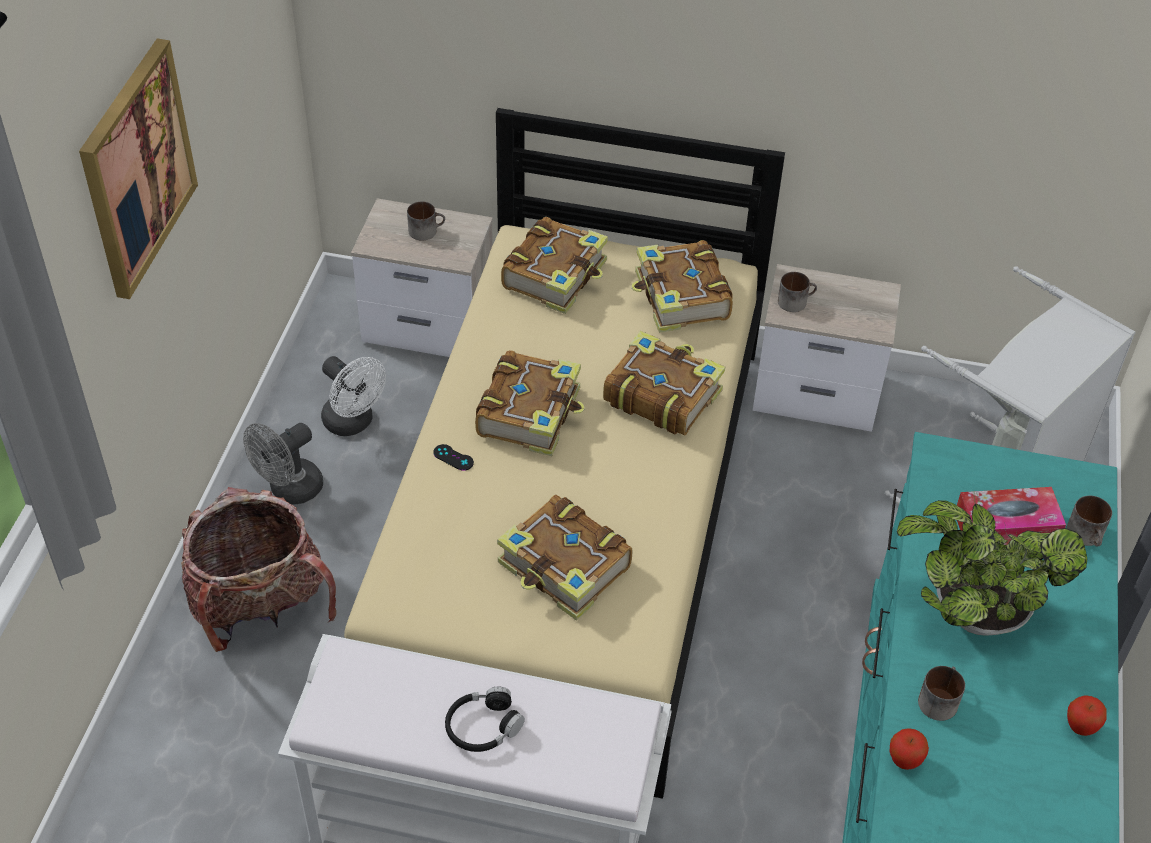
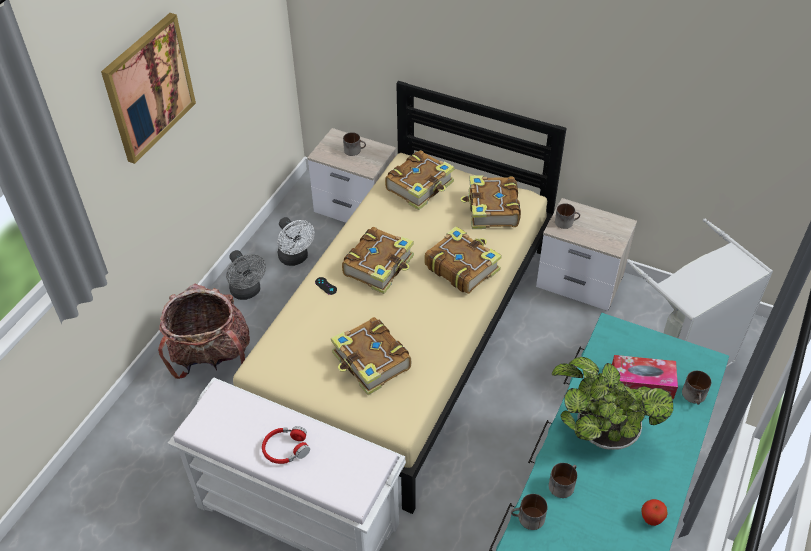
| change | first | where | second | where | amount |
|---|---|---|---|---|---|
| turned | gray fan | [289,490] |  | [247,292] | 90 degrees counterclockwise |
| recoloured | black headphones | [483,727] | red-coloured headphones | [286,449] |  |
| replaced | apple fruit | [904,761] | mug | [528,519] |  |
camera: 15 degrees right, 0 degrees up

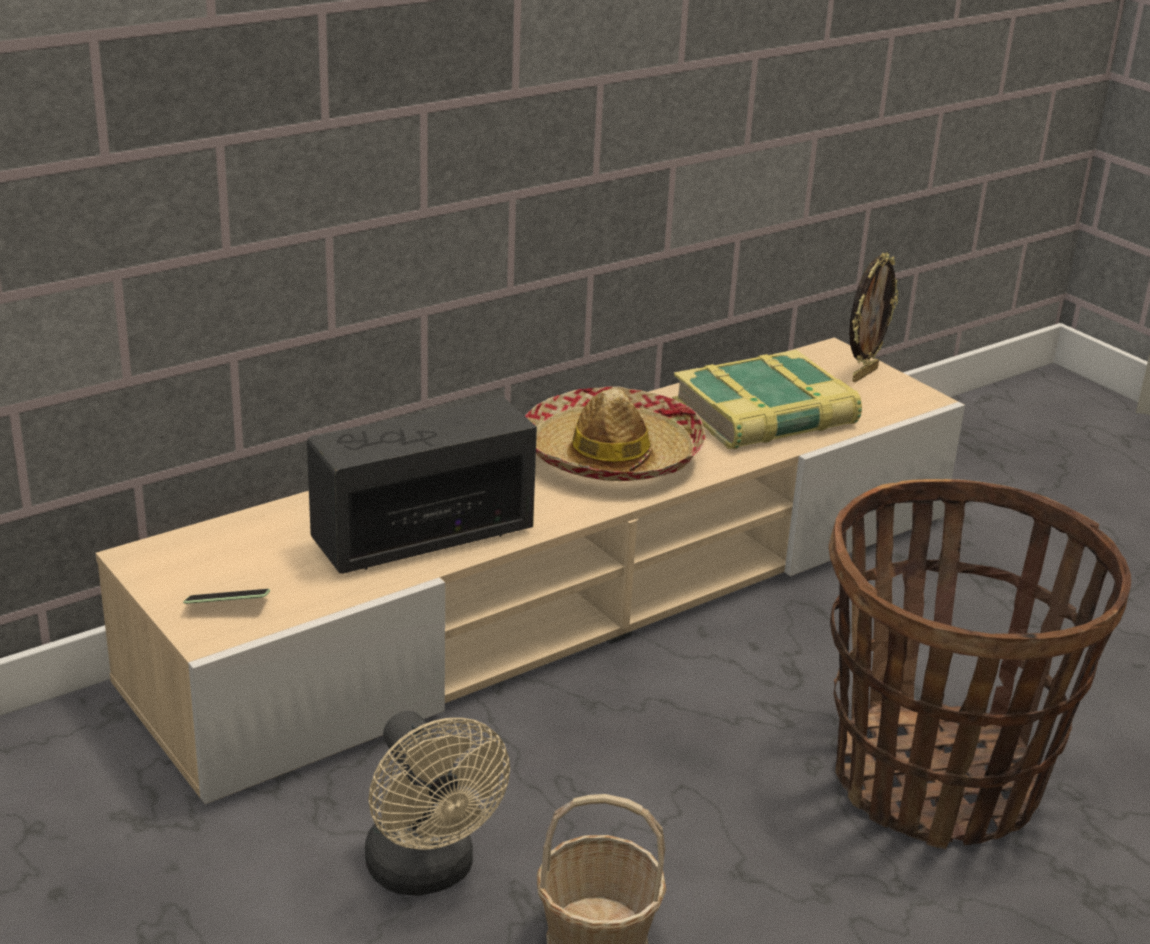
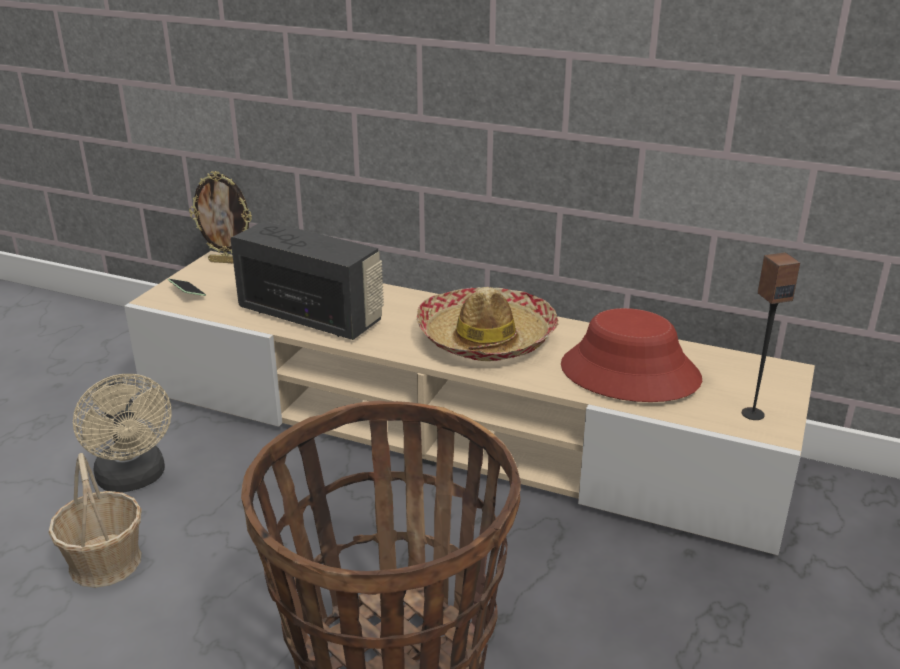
| change | first | where | second | where | amount |
|---|---|---|---|---|---|
| turned | beige fan | [427,872] |  | [134,479] | 60 degrees counterclockwise |
| replaced | volume | [765,415] | red-coloured wearable hat | [629,373] |  |
| moved | picture frame | [863,374] |  | [227,261] |  |
| added |  |  | speaker | [752,413] |  |
camera: 60 degrees right, 0 degrees up

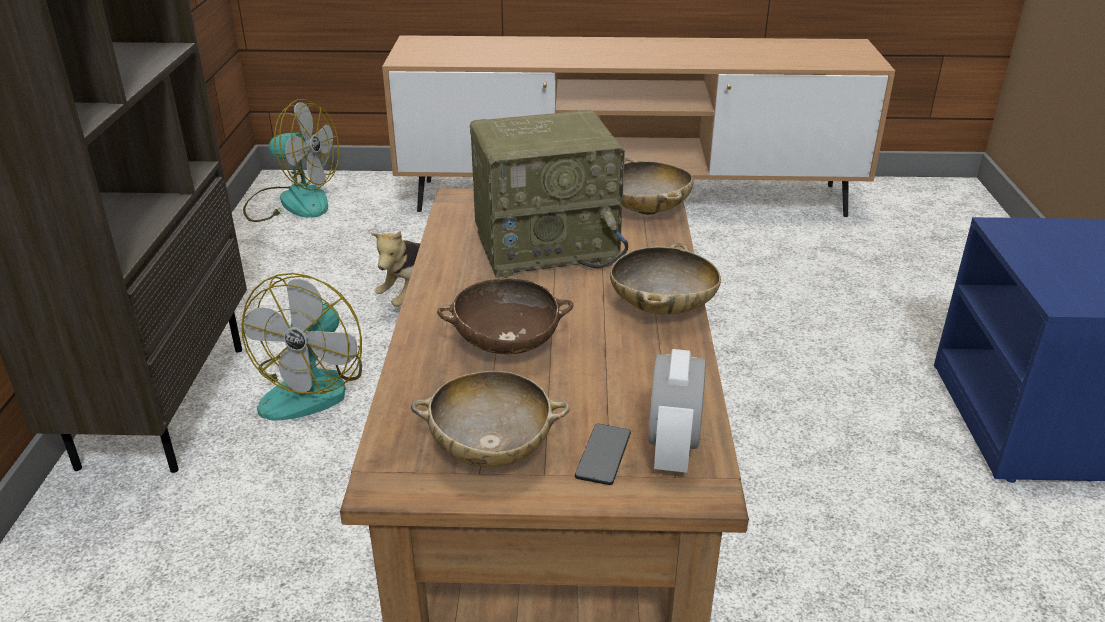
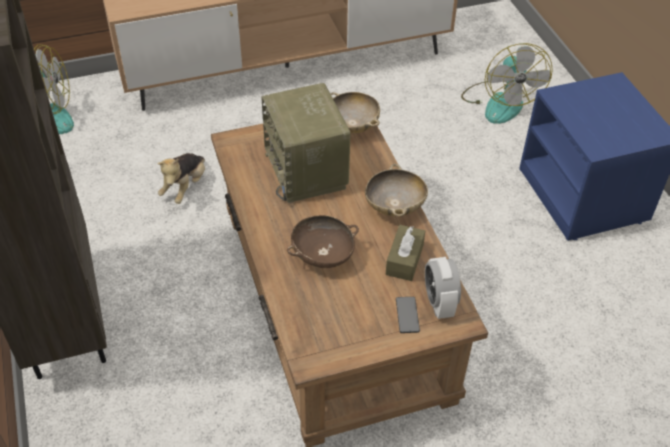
| change | first | where | second | where | amount |
|---|---|---|---|---|---|
| moved | fan | [313,386] |  | [500,102] |  |
| removed | beige deep dish | [491,448] |  |  |  |
| turned | radio set | [547,245] |  | [307,171] | 105 degrees clockwise |
| added |  |  | brown tissue holder | [404,259] |  |
camera: 20 degrees left, 15 degrees up

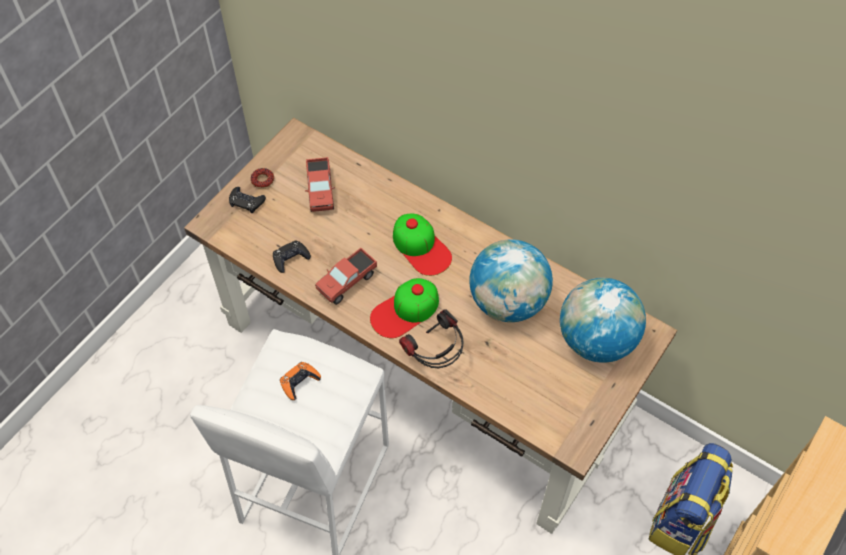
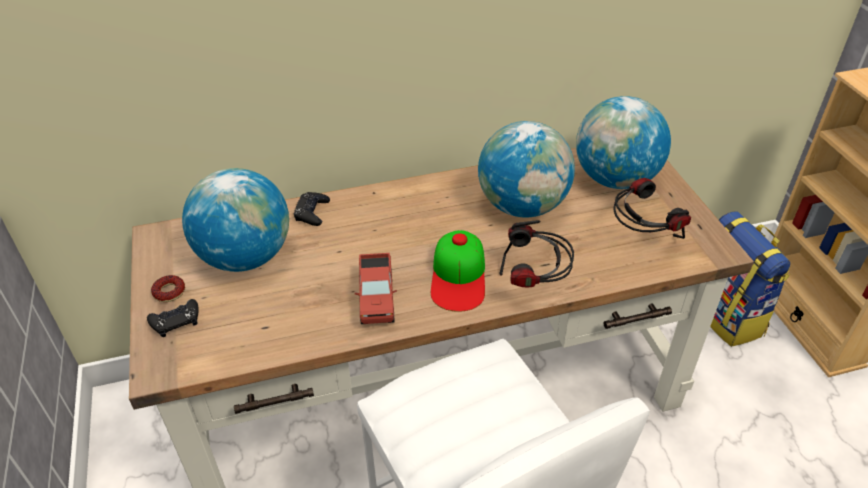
| change | first | where | second | where | amount |
|---|---|---|---|---|---|
| moved | black gamepad | [290,258] |  | [312,212] |  |
| removed | orange gamepad | [299,382] |  |  |  |
| replaced | model truck | [320,191] | globe | [245,257] |  |
| removed | baseball cap | [421,247] |  |  |  |
| added |  |  | headphones | [641,237] |  |
camera: 50 degrees left, 15 degrees down

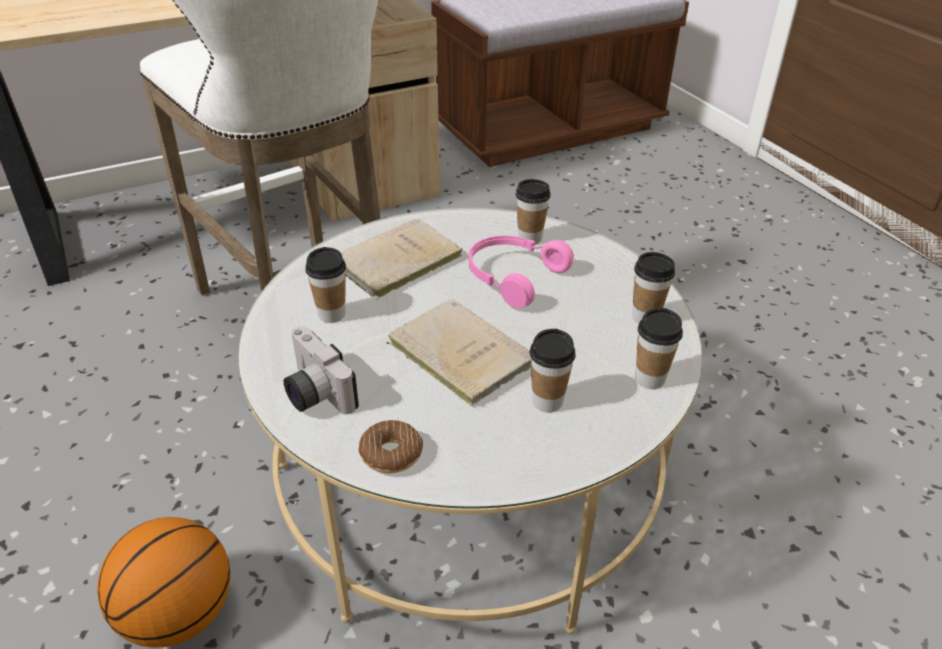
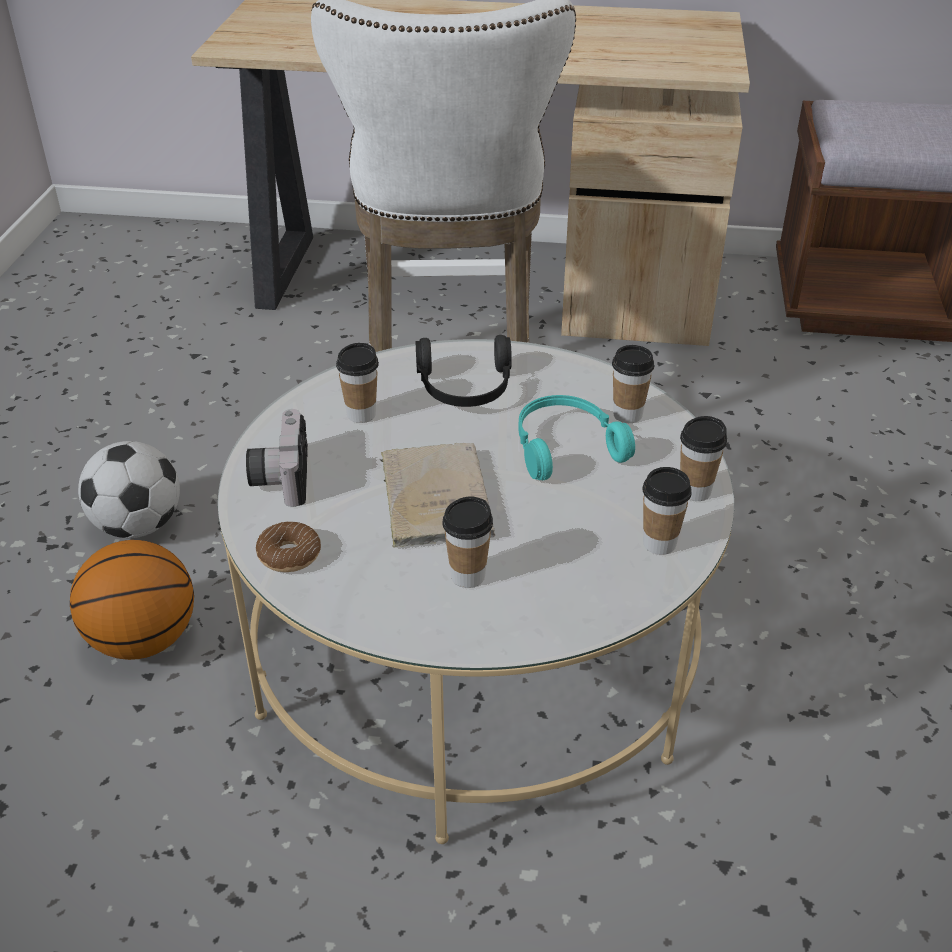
| change | first | where | second | where | amount |
|---|---|---|---|---|---|
| replaced | beige volume | [394,262] | black headphones | [465,388] |  |
| recoloured | pink-coloured headphones | [512,277] | blue-green headphones | [565,447] |  |
| moved | drinking cup | [650,378] |  | [695,491] |  |
| added |  |  | football ball | [138,525] |  |
camera: 35 degrees right, 0 degrees up

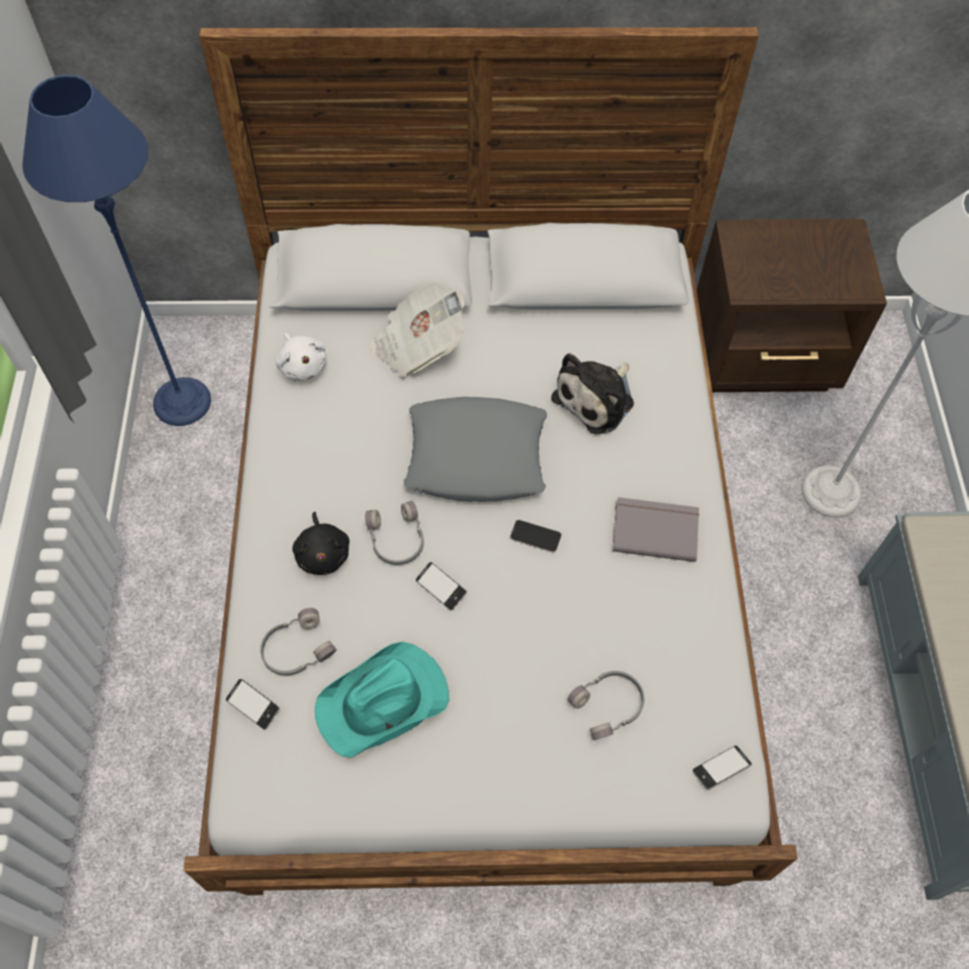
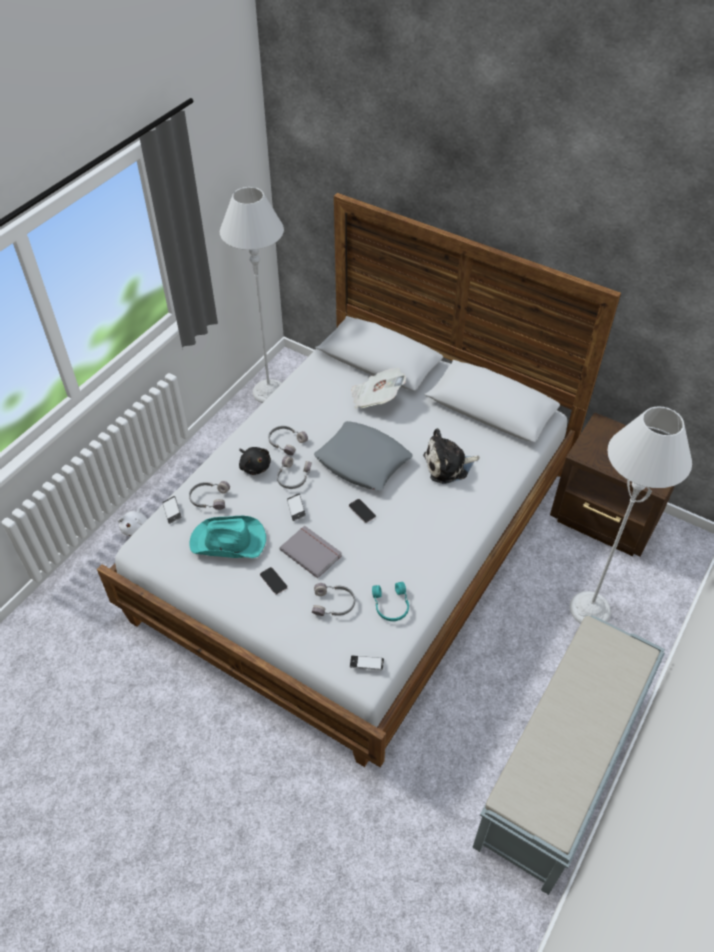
| change | first | where | second | where | amount |
|---|---|---|---|---|---|
| recoloured | blue-coloured standard lamp | [182,402] | gray standard lamp | [269,392] |  |
| moved | white-coloured plush toy | [302,365] |  | [136,528] |  |
| turned | black plush toy | [323,553] |  | [254,466] | 60 degrees counterclockwise |
| moved | gray volume | [654,529] |  | [311,551] |  |
| added |  |  | phone | [273,581] |  |
| added |  |  | gray headphones | [286,442] |  |
| added |  |  | blue-green headphones | [390,605] |  |
camera: 35 degrees right, 10 degrees down

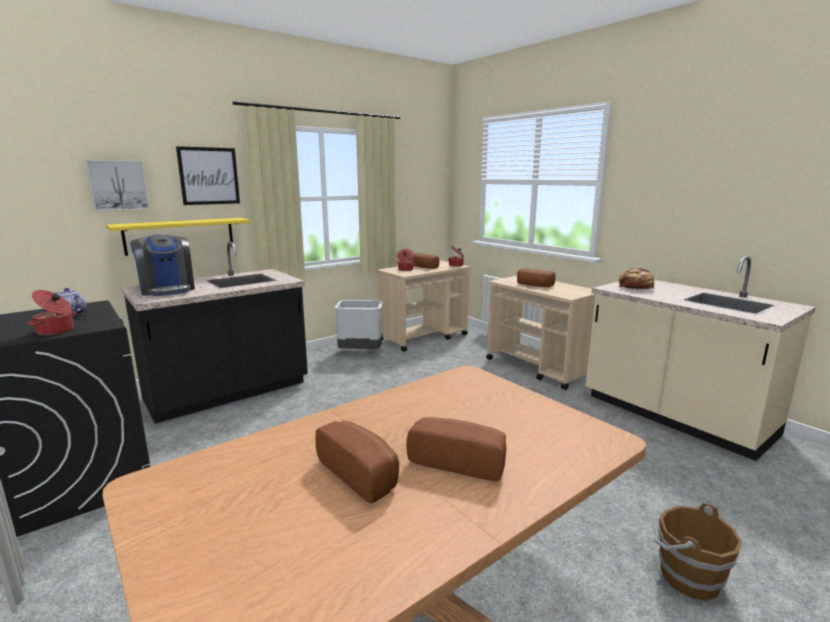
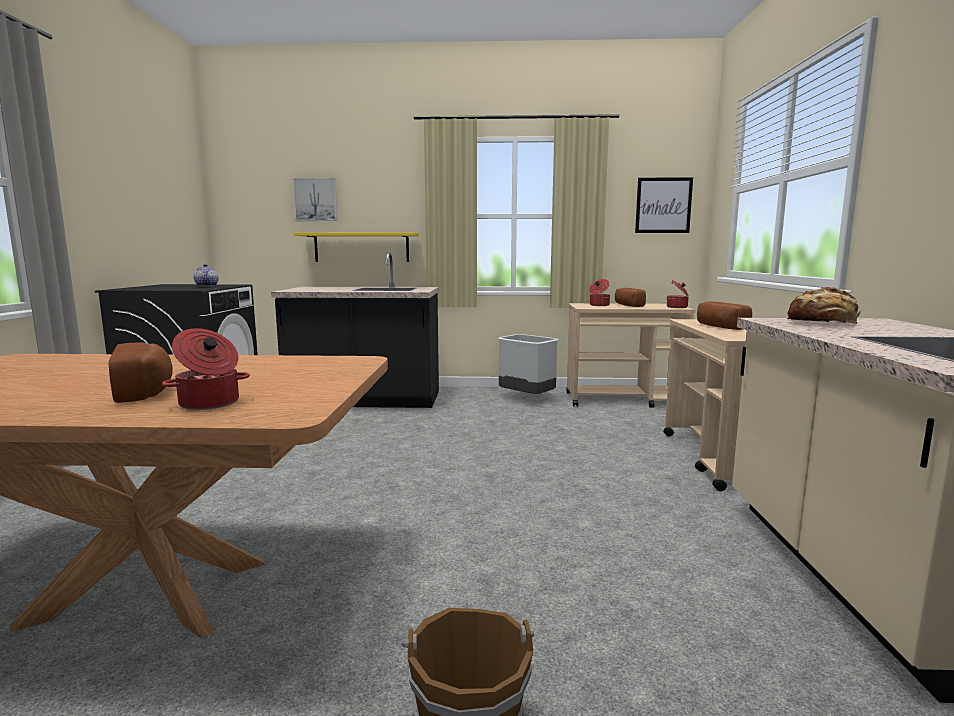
| change | first | where | second | where | amount |
|---|---|---|---|---|---|
| moved | saucepot | [56,331] |  | [209,404] |  |
| removed | coffee maker | [167,289] |  |  |  |
| moved | wall picture | [209,176] |  | [663,205] |  |
| removed | bread | [361,473] |  |  |  |
camera: 40 degrees right, 5 degrees down

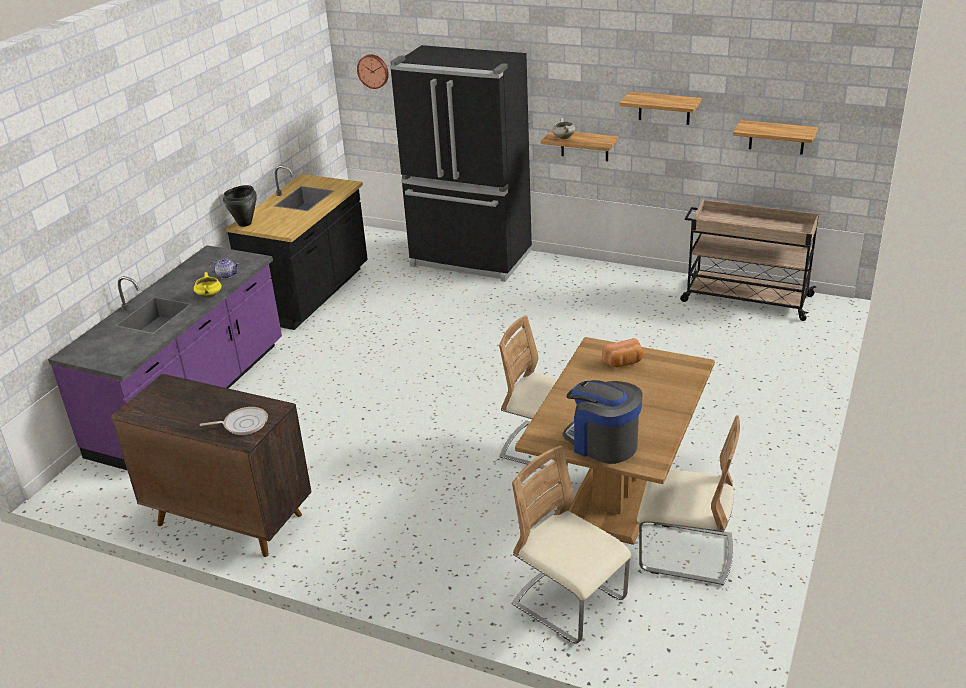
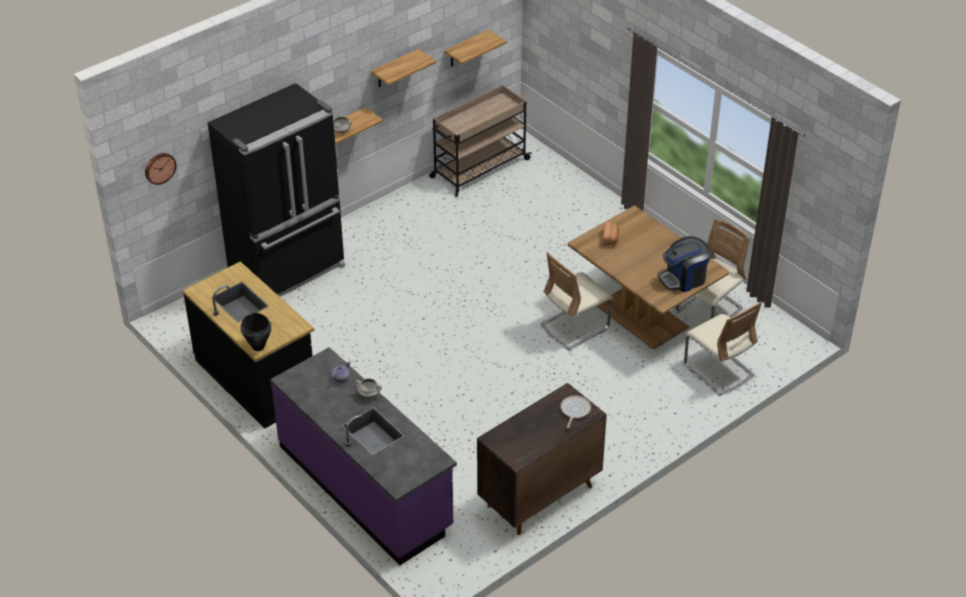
| change | first | where | second | where | amount |
|---|---|---|---|---|---|
| recoloured | yellow-coloured saucepot | [209,296] | white-coloured saucepot | [369,394] |  |
| turned | beige plain chair | [569,603] |  | [718,370] | 105 degrees counterclockwise |
camera: 65 degrees left, 10 degrees up

